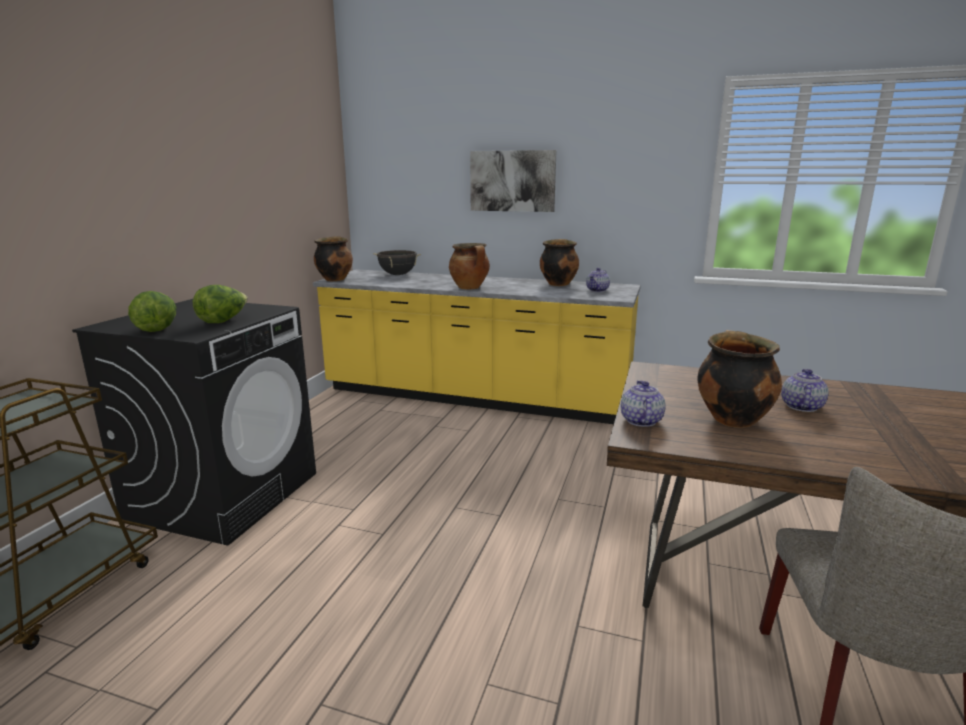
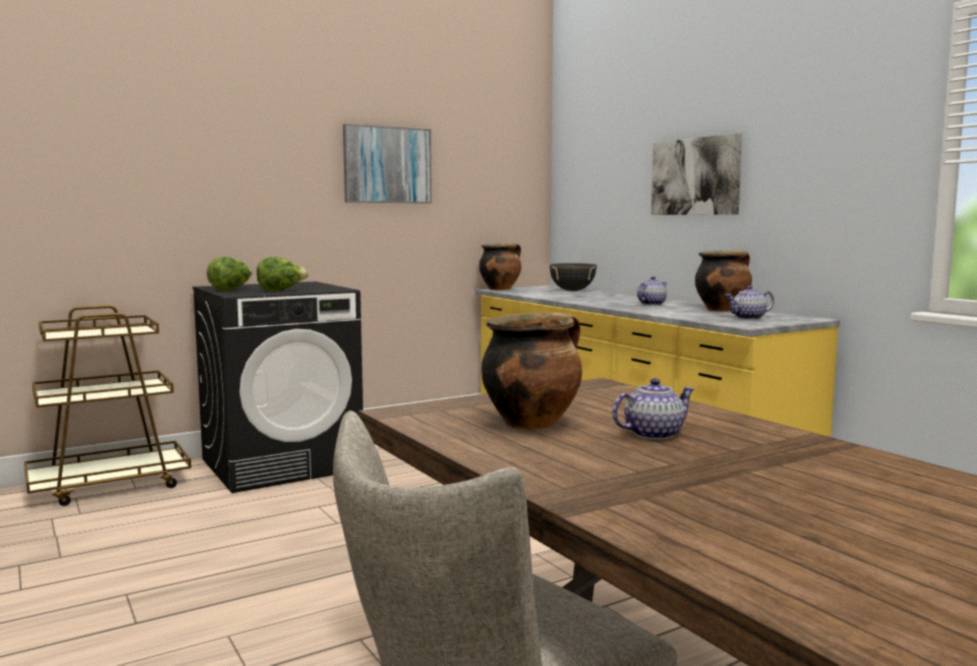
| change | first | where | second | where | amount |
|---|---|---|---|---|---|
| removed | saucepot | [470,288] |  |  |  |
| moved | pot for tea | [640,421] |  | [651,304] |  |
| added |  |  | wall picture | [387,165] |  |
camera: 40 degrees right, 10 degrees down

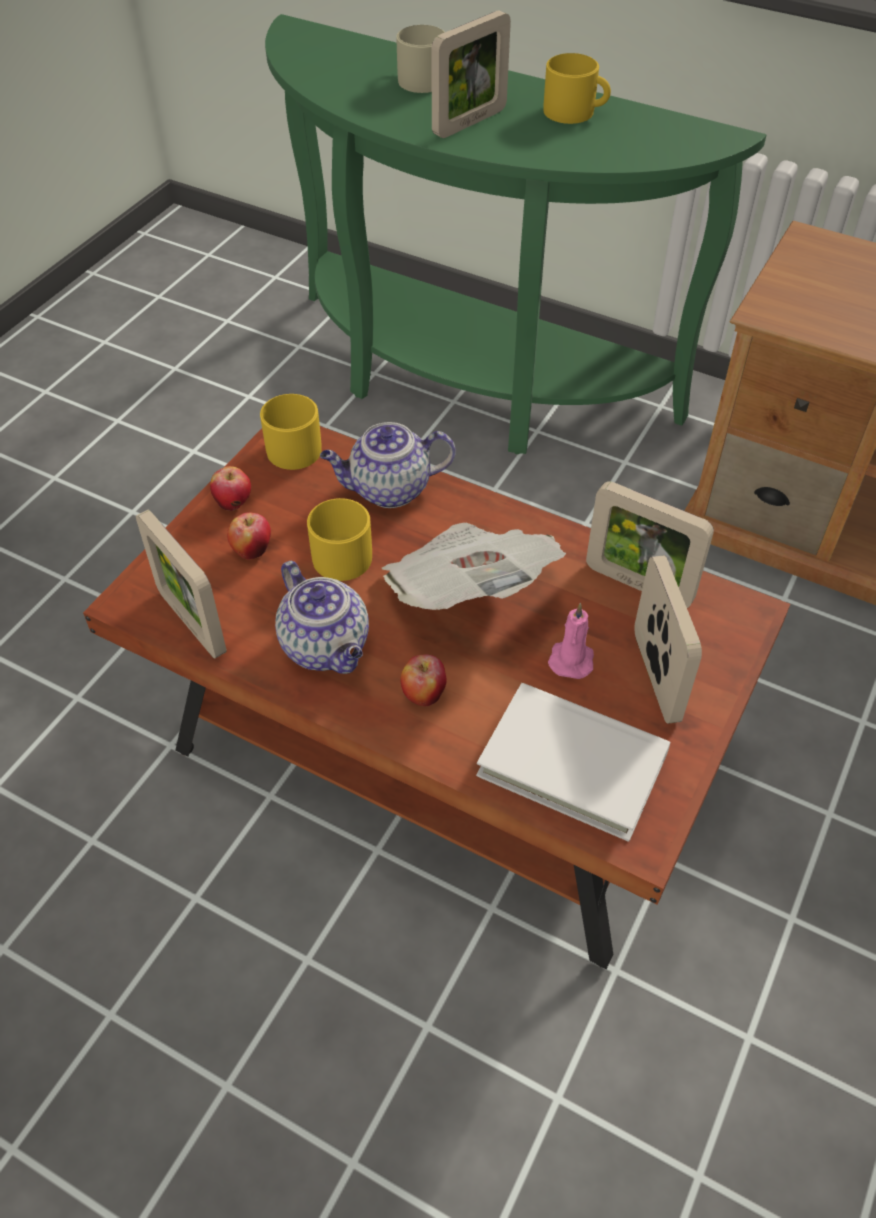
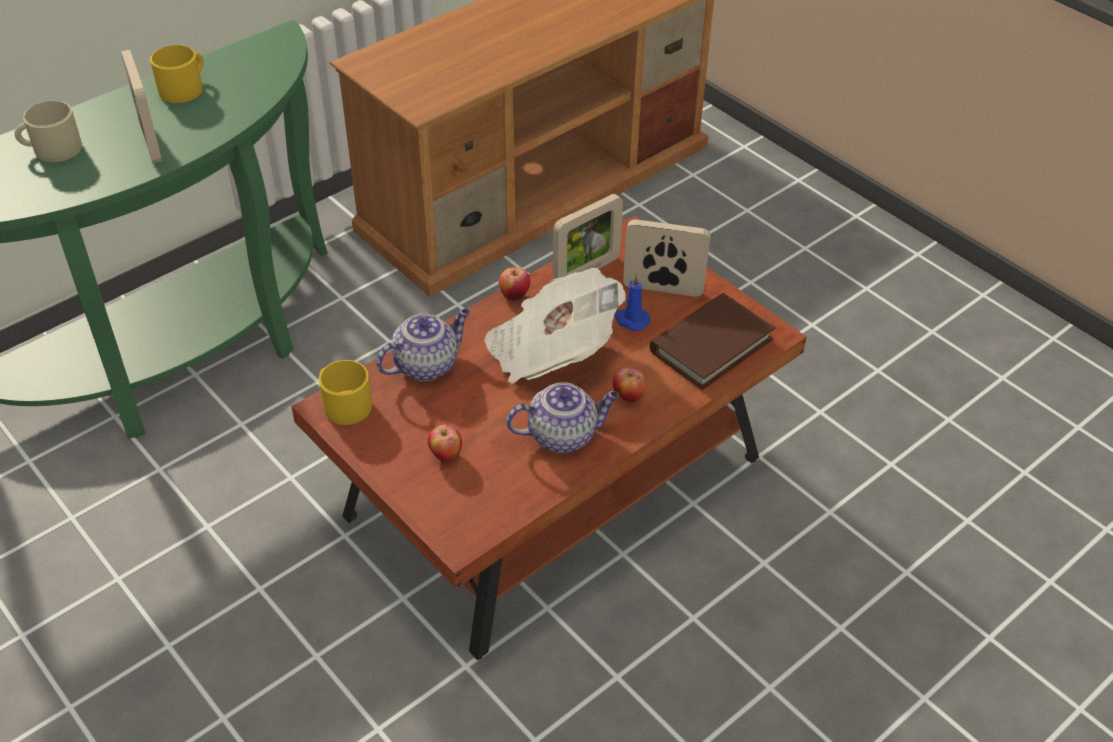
| change | first | where | second | where | amount |
|---|---|---|---|---|---|
| removed | picture frame | [192,623] |  |  |  |
| moved | apple fruit | [234,504] |  | [514,295] |  |
| removed | yellow-coloured mug | [343,552] |  |  |  |
| turned | pot for tea | [388,490] |  | [427,364] | 135 degrees counterclockwise |
| recoloured | white-coloured volume | [572,764] | brown volume | [711,345] |  |
| recoloured | pink-coloured wax candle | [571,658] | blue-coloured wax candle | [631,320] |  |
camera: 70 degrees left, 5 degrees down

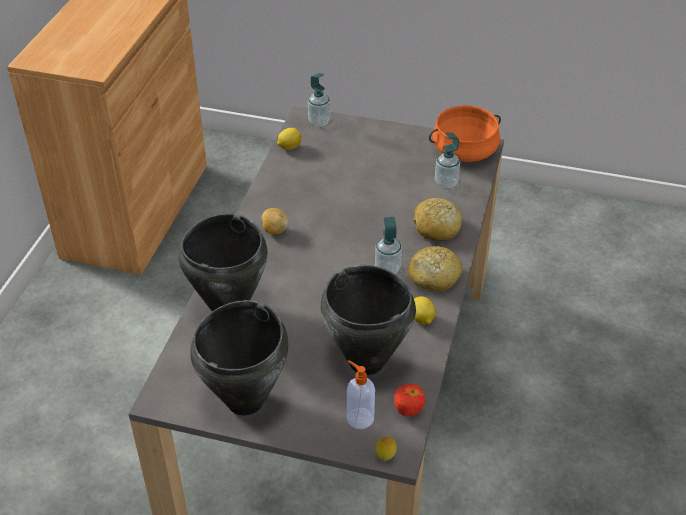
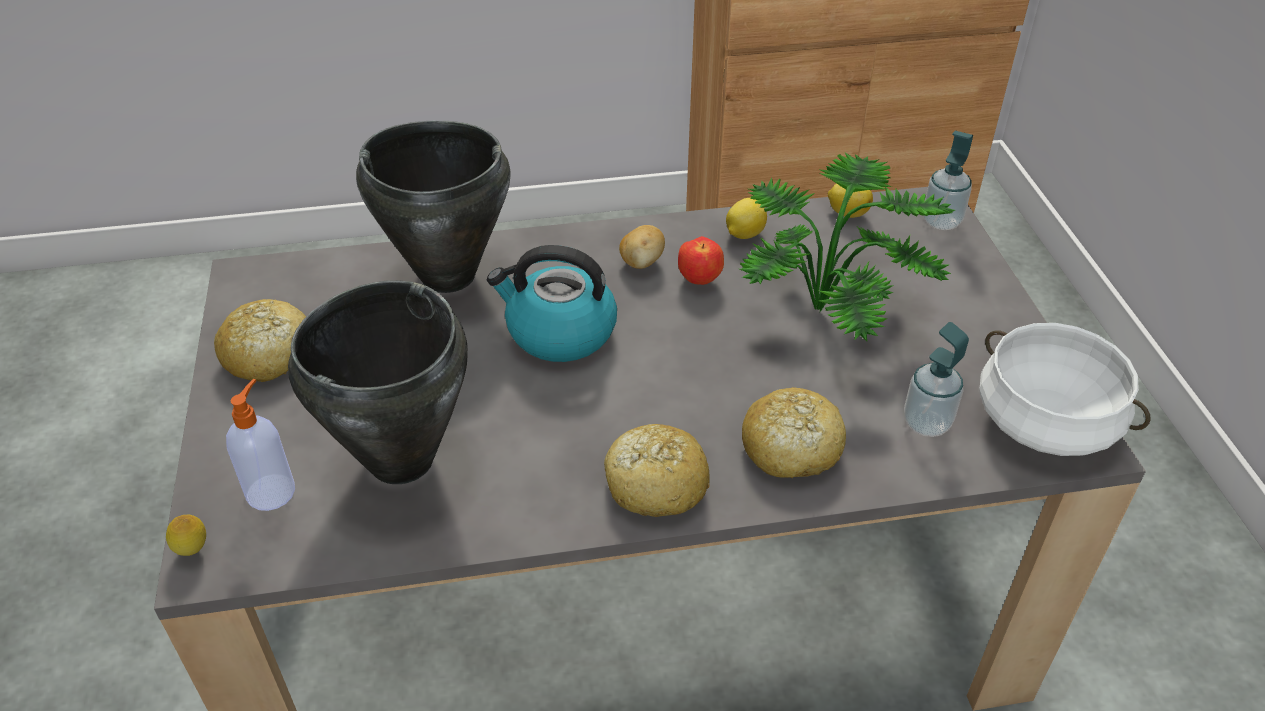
| change | first | where | second | where | amount |
|---|---|---|---|---|---|
| replaced | black saucepot | [246,400] | bread | [269,355] |  |
| removed | liquid soap bottle | [387,269] |  |  |  |
| moved | apple fruit | [408,410] |  | [700,280] |  |
| moved | whole lemon | [421,319] |  | [744,234] |  |
| recoloured | orange saucepot | [464,150] | white-coloured saucepot | [1046,421] |  |
| added |  |  | tea kettle | [559,332] |  |
| added |  |  | potted plant | [832,309] |  |
camera: 65 degrees right, 0 degrees up

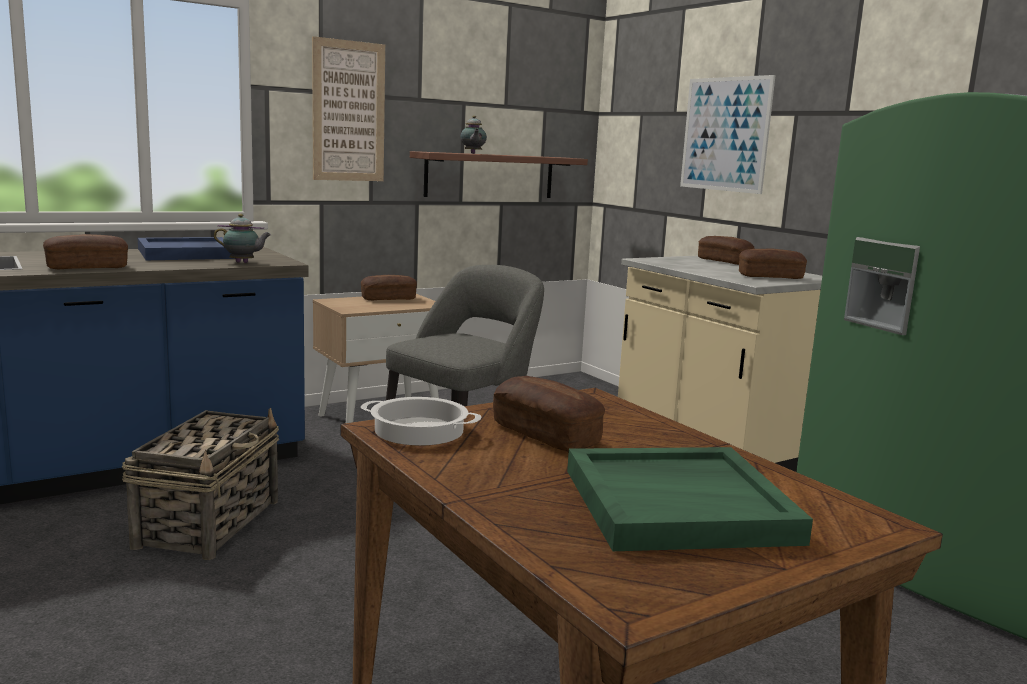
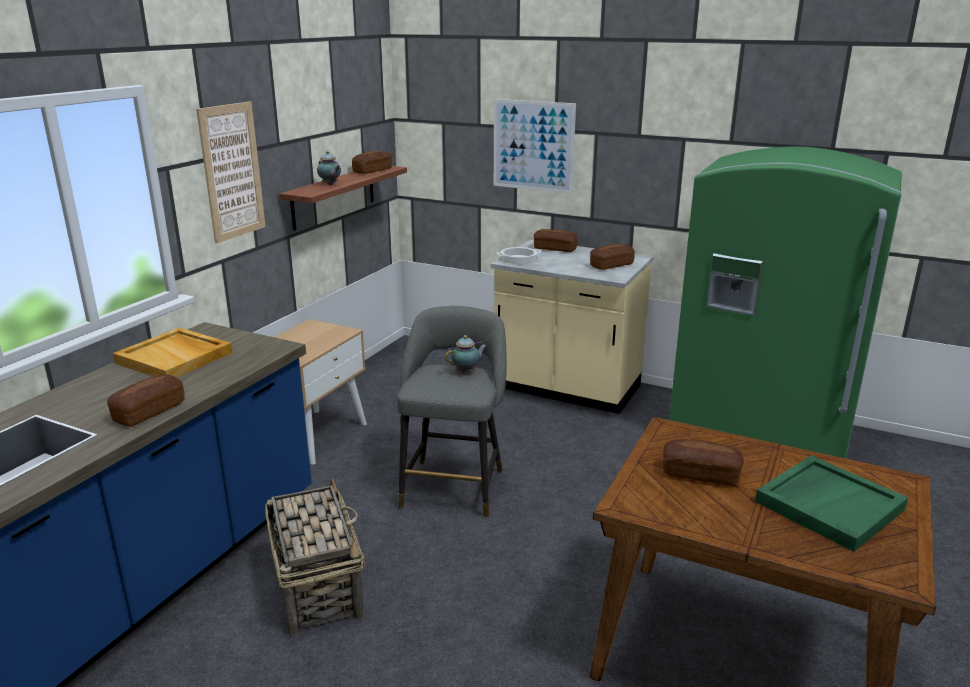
| change | first | where | second | where | amount |
|---|---|---|---|---|---|
| recoloured | blue-coloured tray | [187,253] | beige tray | [175,357] |  |
| moved | pot for tea | [243,262] |  | [467,371] |  |
| moved | bread | [388,299] |  | [372,171] |  |
| moved | saucepot | [418,431] |  | [518,259] |  |
camera: 30 degrees left, 10 degrees up

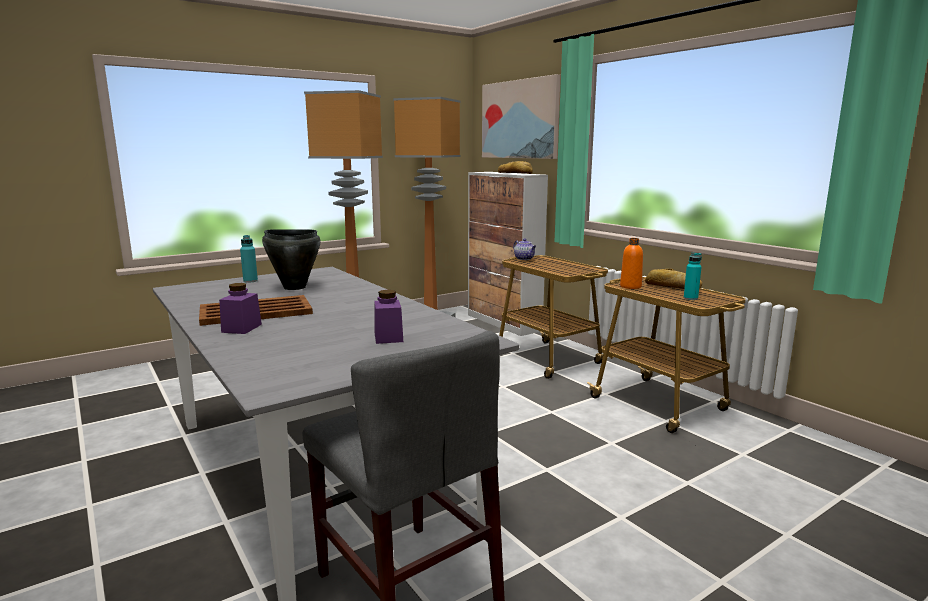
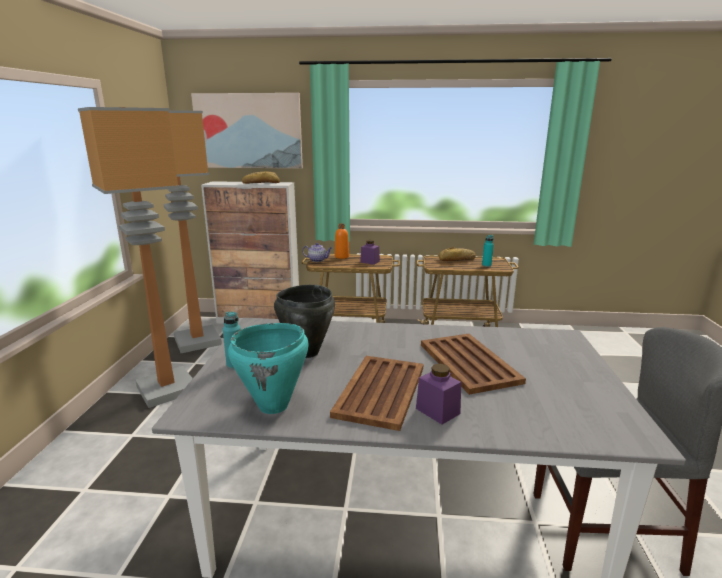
| change | first | where | second | where | amount |
|---|---|---|---|---|---|
| moved | purple storage jar | [388,337] |  | [370,262] |  |
| moved | orange bottle | [630,286] |  | [342,257] |  |
| added |  |  | blue-green saucepot | [274,406] |  |
| added |  |  | brown tray | [469,363] |  |
camera: 50 degrees left, 5 degrees up

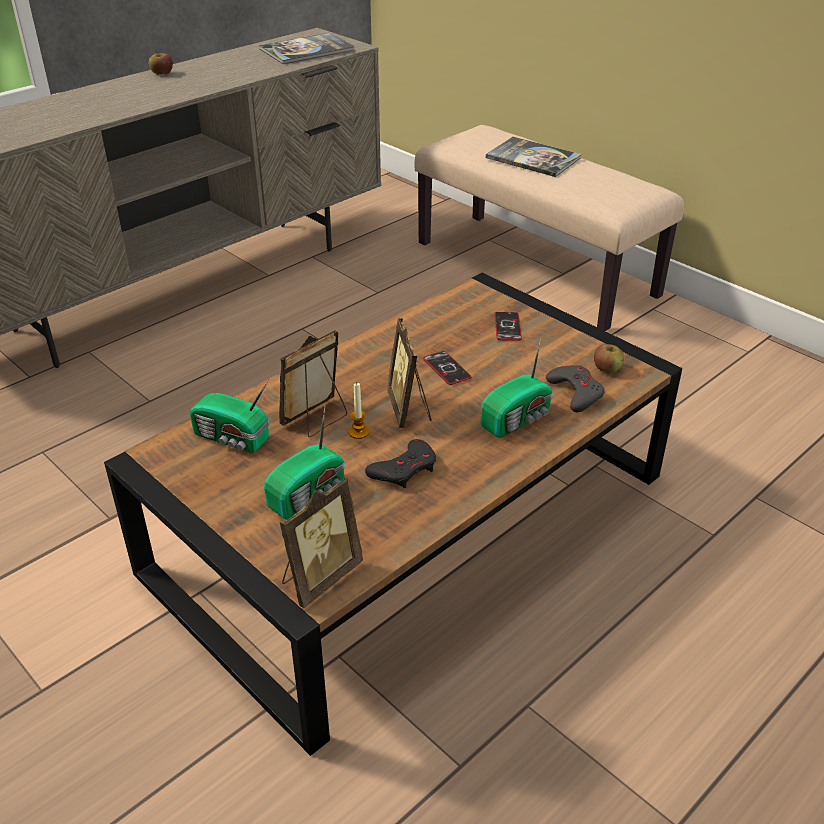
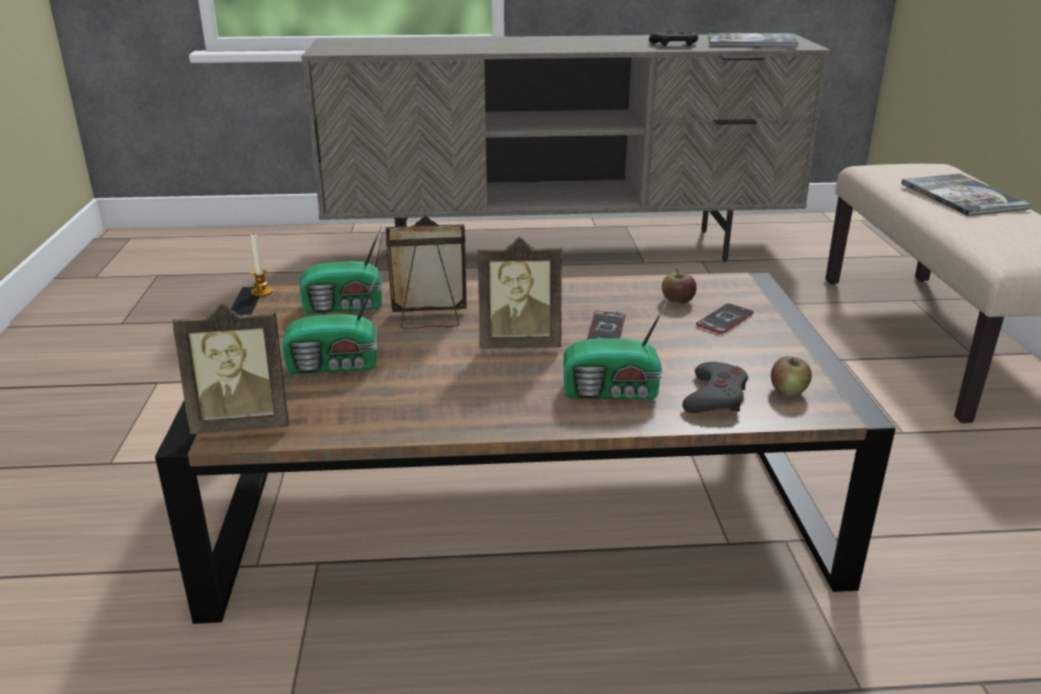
| change | first | where | second | where | amount |
|---|---|---|---|---|---|
| moved | apple fruit | [162,73] |  | [677,301] |  |
| turned | radio set | [232,438] |  | [345,307] | 75 degrees counterclockwise |
| moved | wax candle | [359,432] |  | [262,292] |  |
| moved | black gamepad | [404,469] |  | [674,44] |  |
| turned | picture frame | [409,409] |  | [519,343] | 120 degrees counterclockwise |
camera: 40 degrees right, 10 degrees down

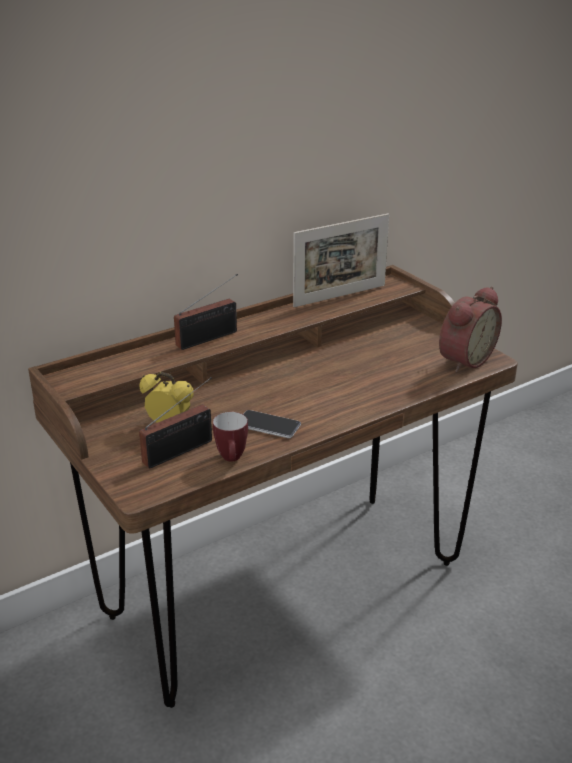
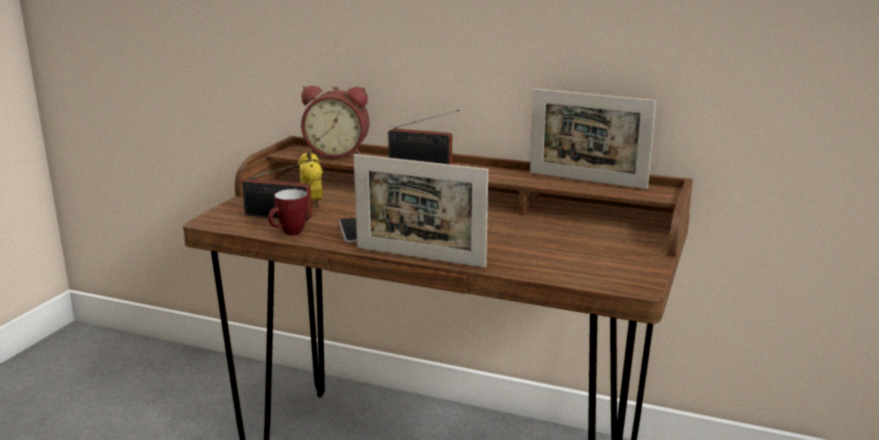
| change | first | where | second | where | amount |
|---|---|---|---|---|---|
| moved | table clock | [463,359] |  | [338,153] |  |
| added |  |  | picture frame | [419,257] |  |
camera: 55 degrees right, 10 degrees down

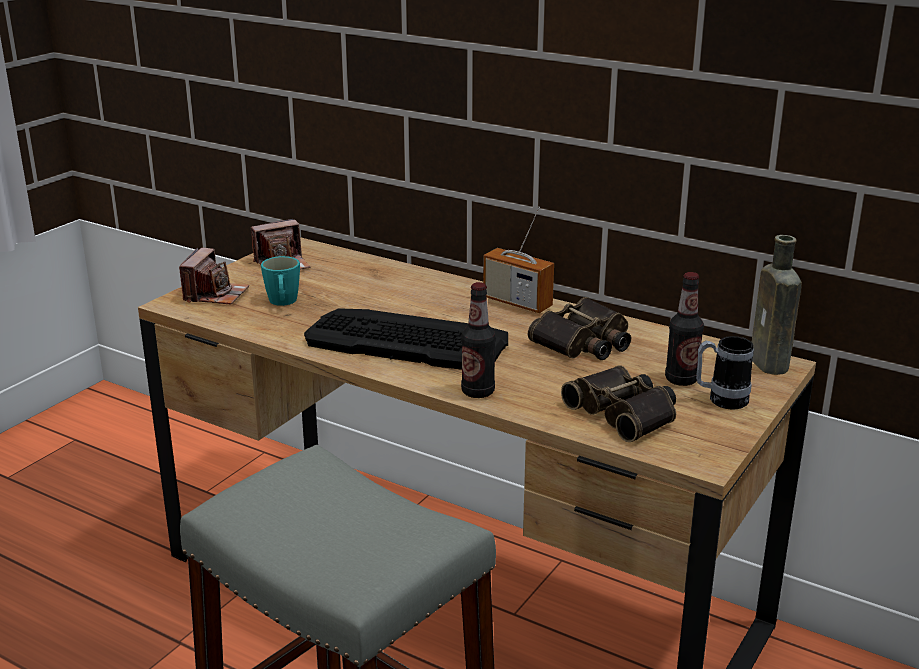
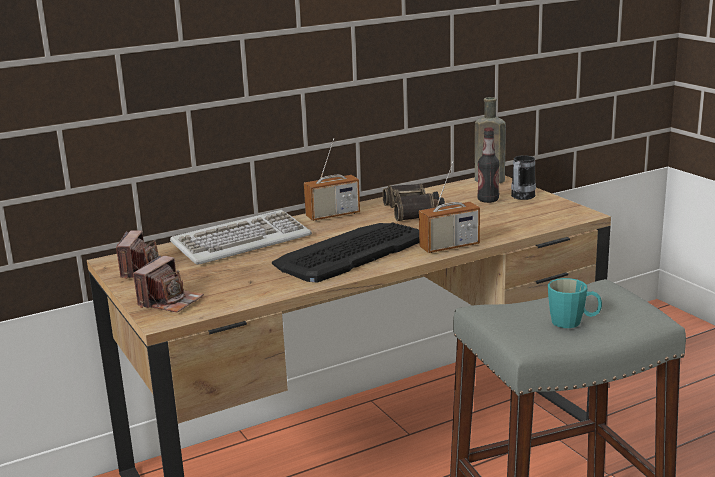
| change | first | where | second | where | amount |
|---|---|---|---|---|---|
| turned | still camera | [215,294] |  | [170,301] | 75 degrees clockwise |
| moved | blue-green mug | [283,303] |  | [573,323] |  |
| replaced | bottle | [478,392] | radio set | [449,246] |  |
| removed | field glasses | [625,413] |  |  |  |
| added |  |  | computer keyboard | [241,242] |  |
camera: 60 degrees left, 5 degrees down

